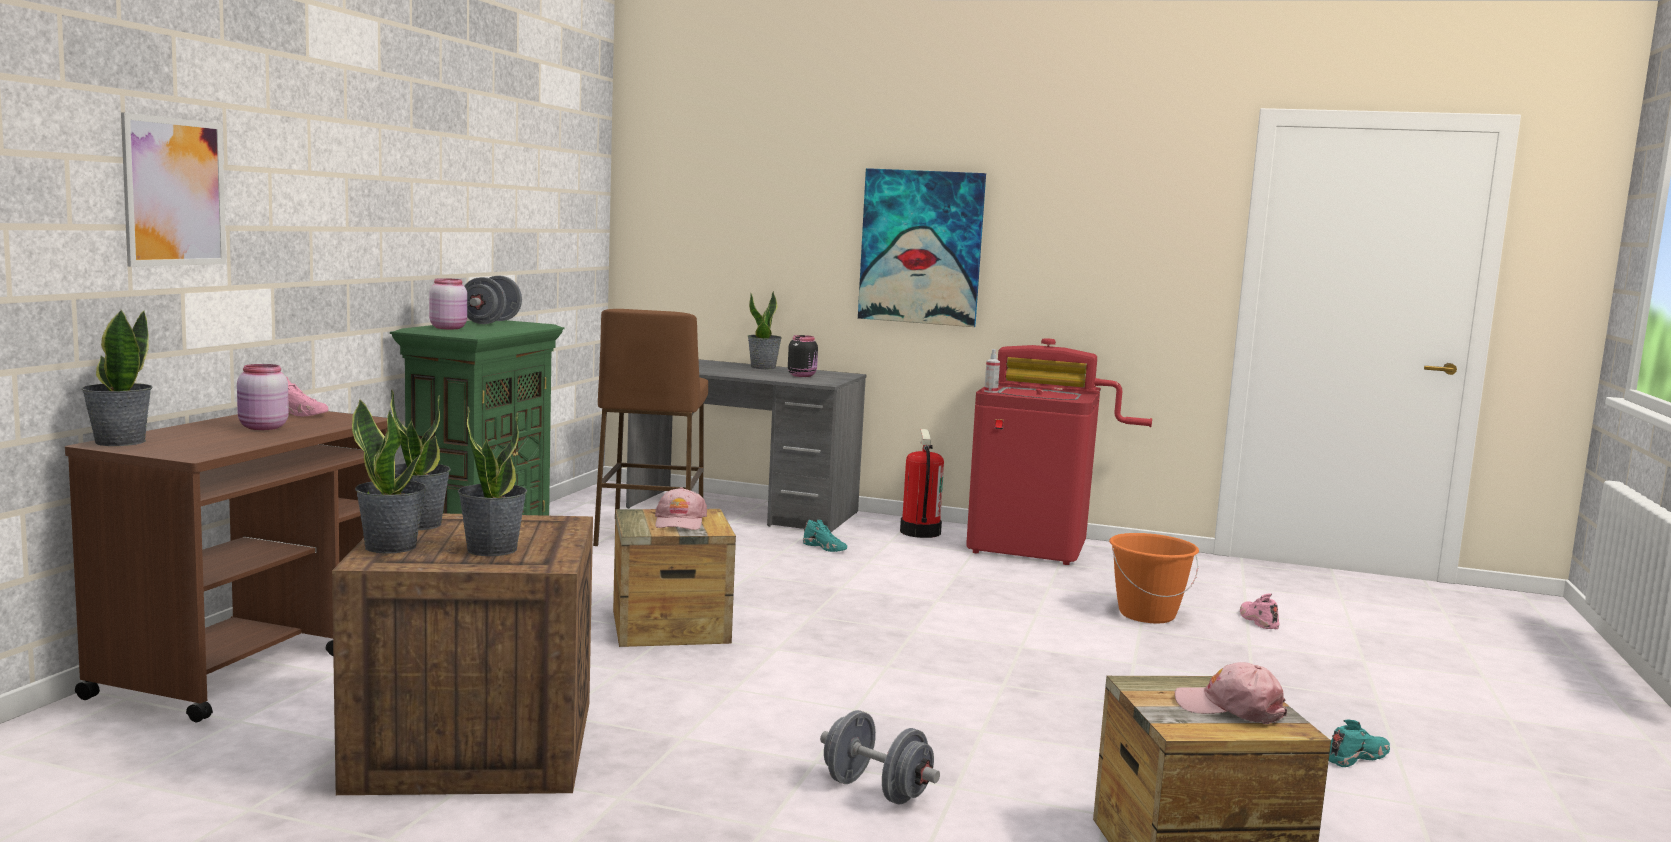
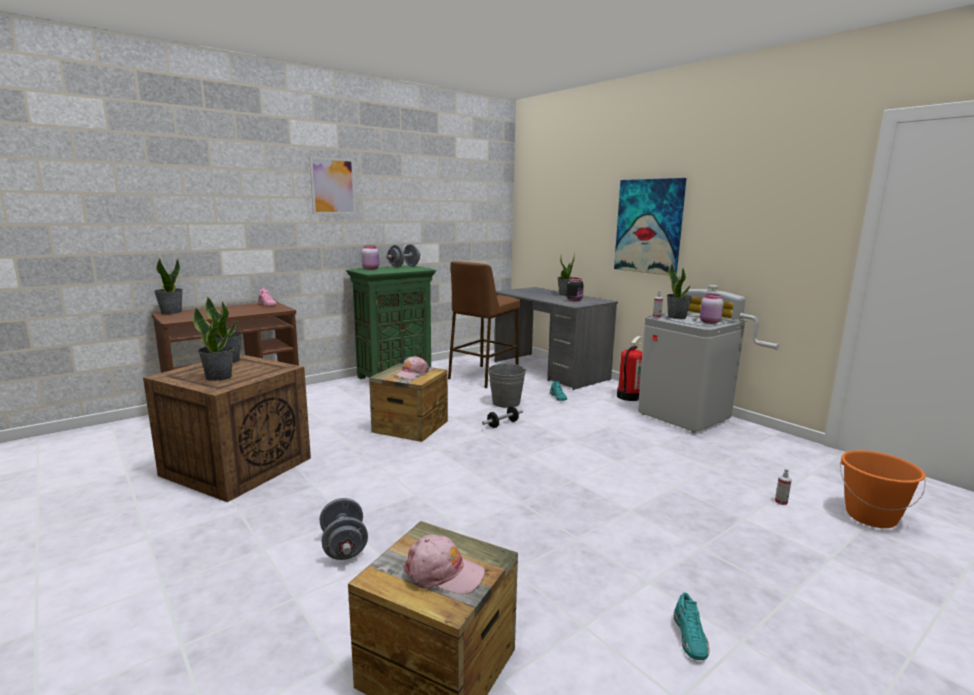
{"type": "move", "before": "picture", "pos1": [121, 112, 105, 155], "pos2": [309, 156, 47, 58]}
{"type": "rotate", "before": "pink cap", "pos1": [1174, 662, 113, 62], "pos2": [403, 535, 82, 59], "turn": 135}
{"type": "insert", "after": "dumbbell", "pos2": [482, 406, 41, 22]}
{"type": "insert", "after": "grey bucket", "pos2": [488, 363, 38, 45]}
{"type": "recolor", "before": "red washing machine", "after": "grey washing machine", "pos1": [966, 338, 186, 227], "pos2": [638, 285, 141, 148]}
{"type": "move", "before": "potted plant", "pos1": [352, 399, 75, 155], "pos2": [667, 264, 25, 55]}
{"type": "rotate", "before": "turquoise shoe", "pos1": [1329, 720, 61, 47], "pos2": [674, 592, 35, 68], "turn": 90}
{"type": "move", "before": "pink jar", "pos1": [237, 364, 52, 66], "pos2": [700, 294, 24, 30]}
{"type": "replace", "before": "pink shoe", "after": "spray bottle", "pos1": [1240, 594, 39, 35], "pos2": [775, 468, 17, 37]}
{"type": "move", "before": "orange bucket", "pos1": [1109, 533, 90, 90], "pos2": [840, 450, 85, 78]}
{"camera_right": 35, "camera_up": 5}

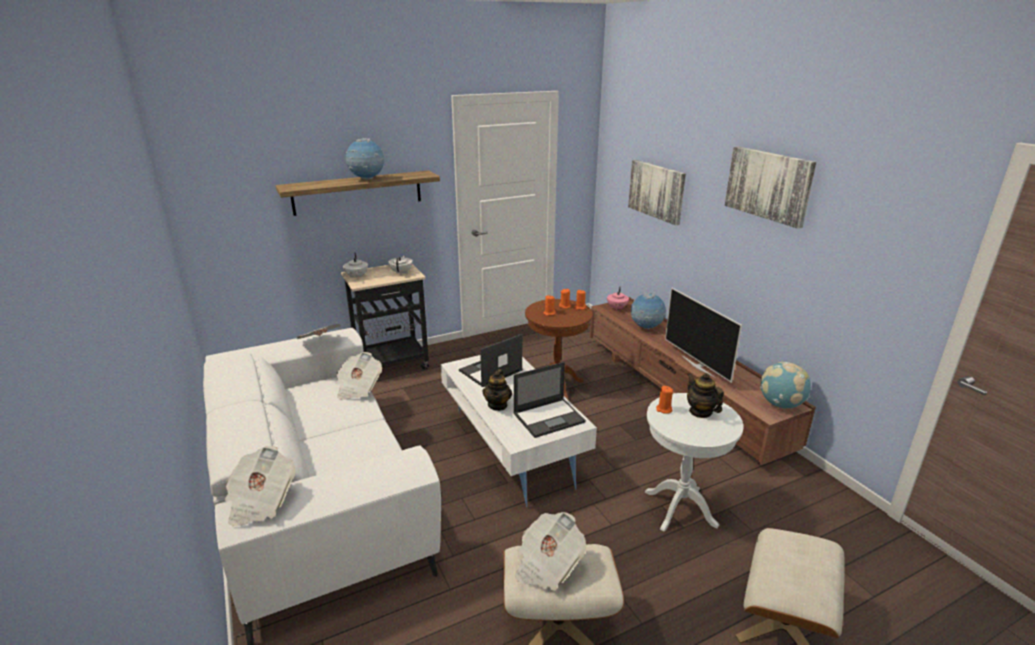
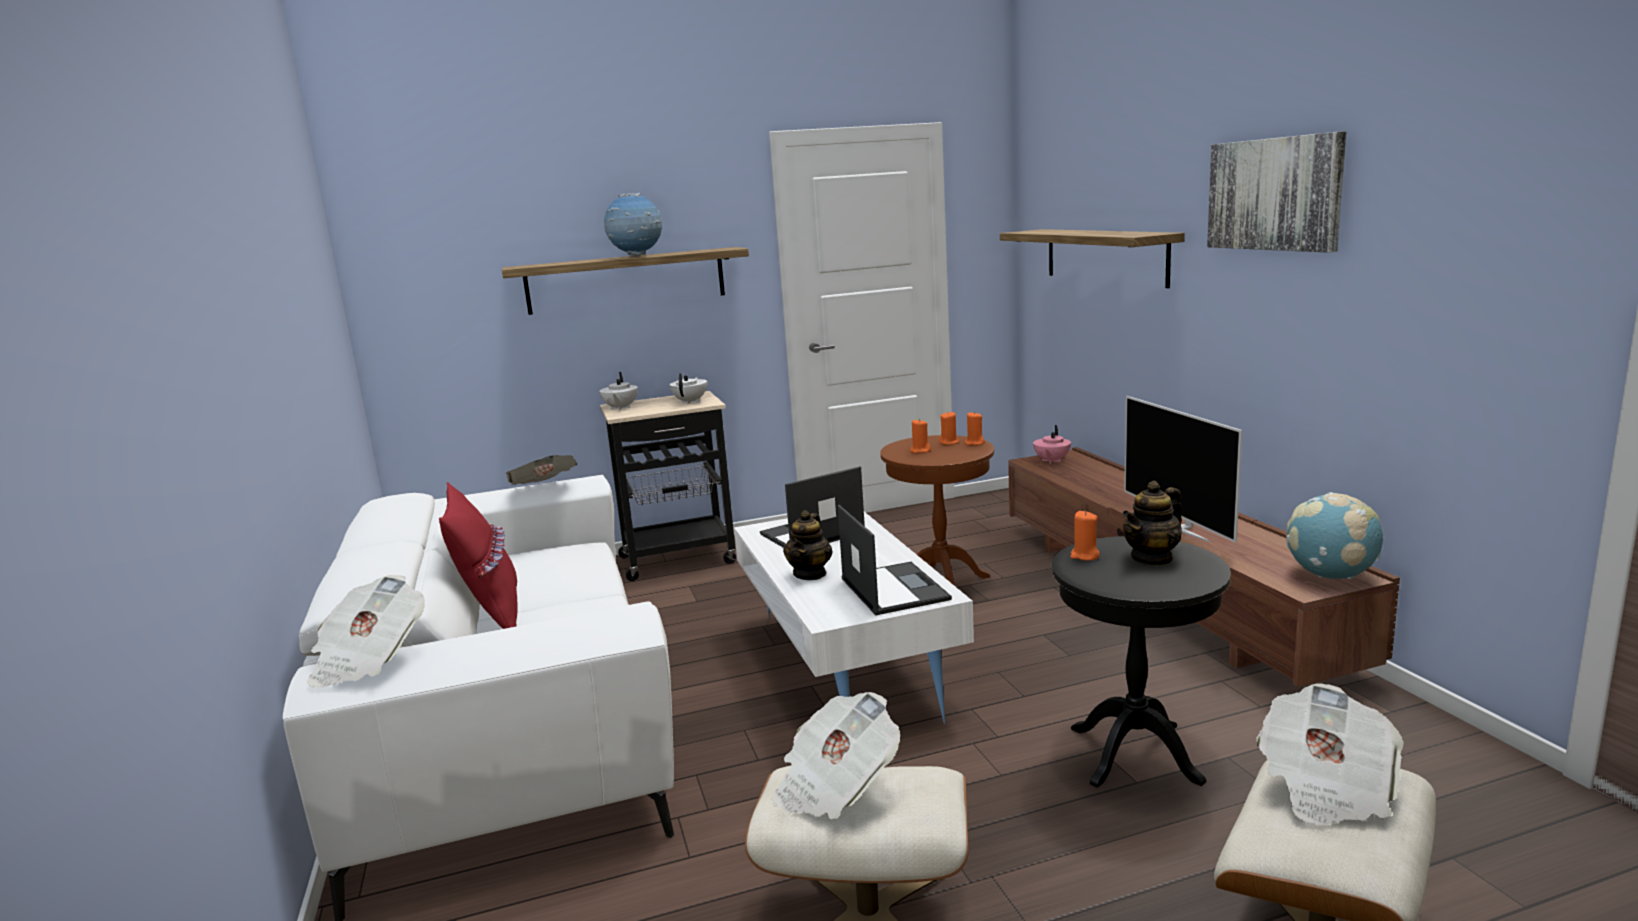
{"type": "insert", "after": "red pillow", "pos2": [439, 482, 79, 147]}
{"type": "rotate", "before": "laptop", "pos1": [513, 362, 73, 76], "pos2": [838, 505, 114, 110], "turn": -90}
{"type": "replace", "before": "picture", "after": "shelf", "pos1": [628, 160, 58, 65], "pos2": [1000, 229, 185, 59]}
{"type": "recolor", "before": "white side table", "after": "black side table", "pos1": [645, 393, 98, 139], "pos2": [1052, 536, 179, 252]}
{"type": "rotate", "before": "teapot", "pos1": [687, 373, 37, 45], "pos2": [1122, 481, 60, 85], "turn": -105}
{"type": "move", "before": "newspaper", "pos1": [336, 352, 46, 48], "pos2": [1257, 684, 147, 141]}
{"type": "delete", "before": "globe", "pos1": [631, 292, 35, 38]}
{"camera_right": 10, "camera_up": -10}

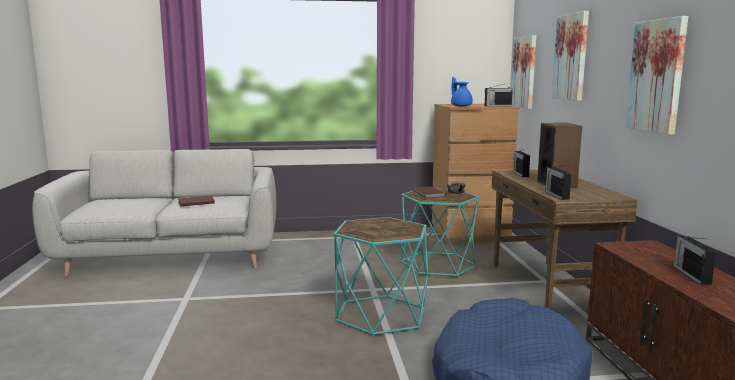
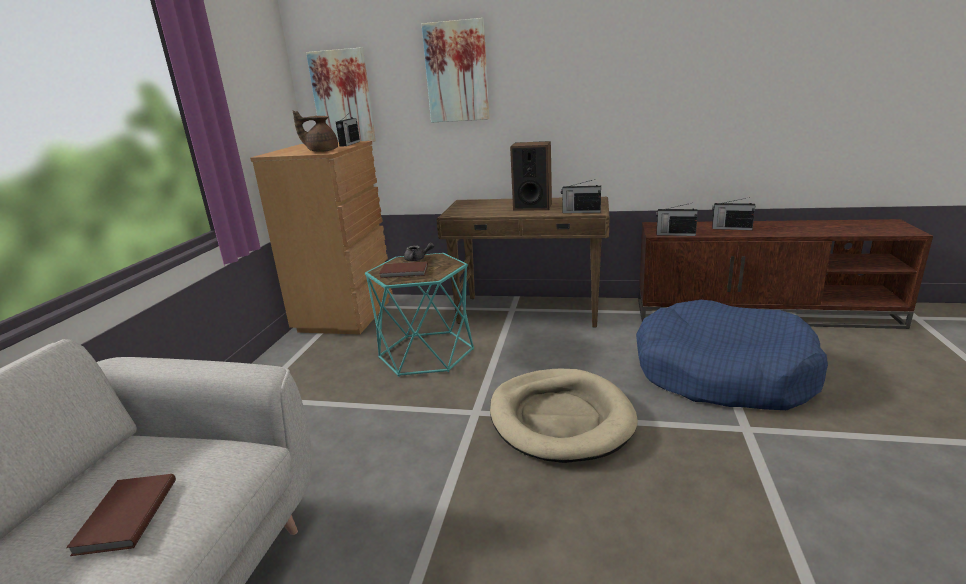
{"type": "recolor", "before": "blue teapot", "after": "brown teapot", "pos1": [451, 77, 22, 29], "pos2": [293, 110, 45, 42]}
{"type": "replace", "before": "turquoise side table", "after": "beige dog bed", "pos1": [334, 217, 94, 119], "pos2": [490, 369, 148, 94]}
{"type": "move", "before": "radio", "pos1": [513, 149, 17, 28], "pos2": [656, 203, 42, 33]}
{"type": "delete", "before": "picture", "pos1": [625, 16, 63, 119]}
{"camera_right": -70, "camera_up": 10}

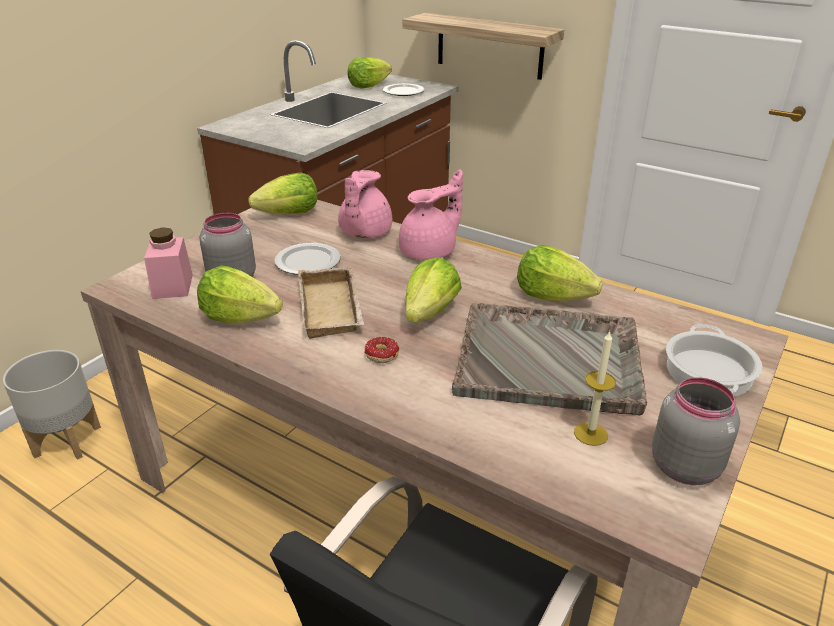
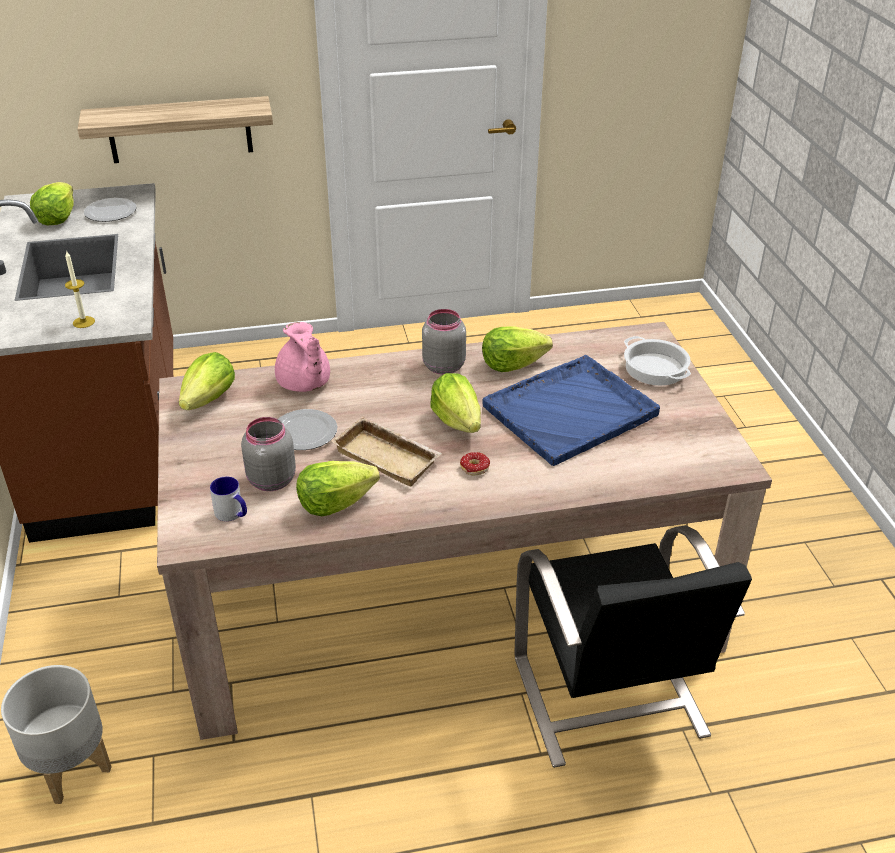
{"type": "move", "before": "candle", "pos1": [574, 331, 42, 115], "pos2": [65, 250, 30, 78]}
{"type": "replace", "before": "pink jar", "after": "mug", "pos1": [144, 227, 49, 72], "pos2": [210, 476, 37, 45]}
{"type": "move", "before": "grey jar", "pos1": [652, 377, 88, 108], "pos2": [422, 309, 44, 65]}
{"type": "recolor", "before": "grey tray", "after": "blue tray", "pos1": [452, 303, 195, 112], "pos2": [483, 355, 177, 111]}
{"type": "delete", "before": "pink teapot", "pos1": [399, 169, 64, 91]}
{"camera_right": -45, "camera_up": 5}

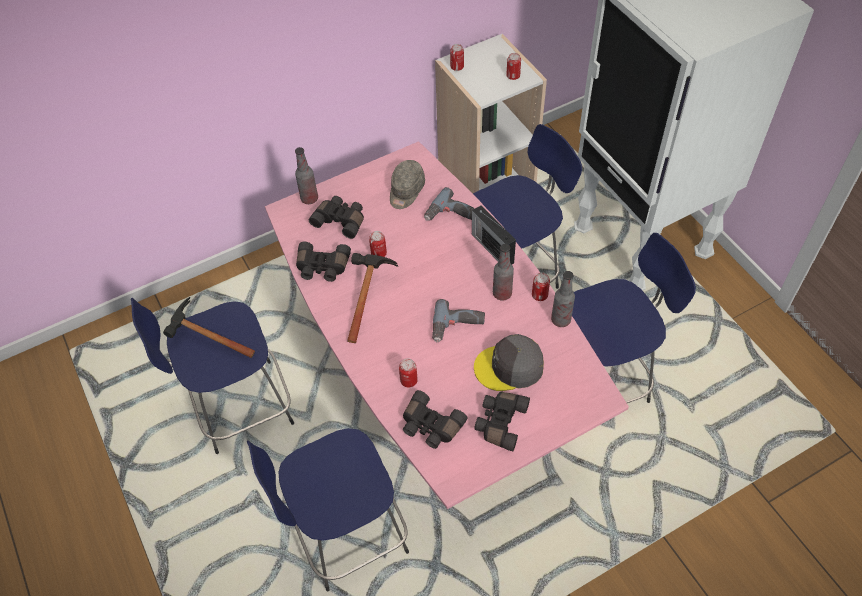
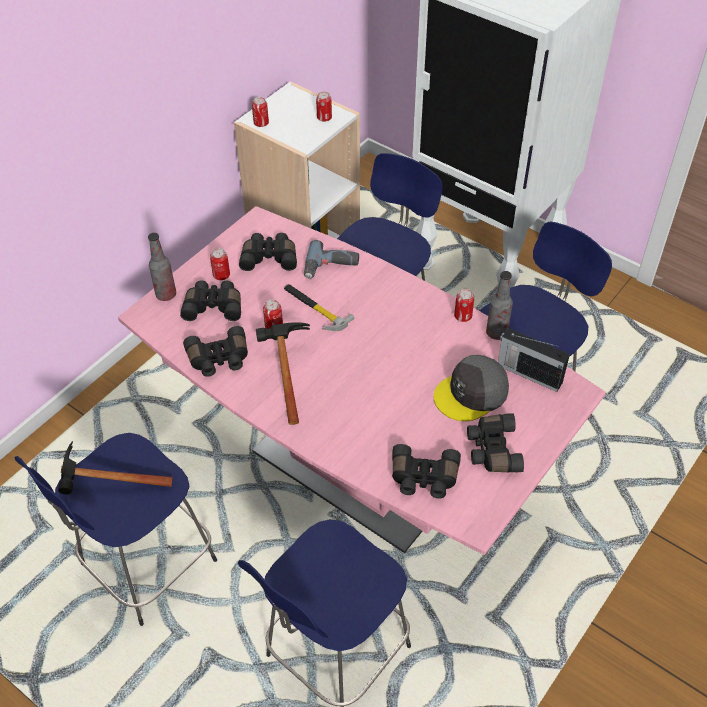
{"type": "move", "before": "can", "pos1": [399, 358, 19, 29], "pos2": [210, 248, 20, 32]}
{"type": "replace", "before": "grey cap", "after": "black binoculars", "pos1": [390, 160, 35, 49], "pos2": [239, 233, 58, 38]}
{"type": "insert", "after": "hammer", "pos2": [284, 284, 70, 47]}
{"type": "move", "before": "radio", "pos1": [472, 205, 44, 59], "pos2": [498, 328, 72, 64]}
{"type": "delete", "before": "power drill", "pos1": [432, 299, 53, 44]}
{"type": "delete", "before": "bottle", "pos1": [493, 244, 21, 57]}
{"camera_right": -25, "camera_up": -5}

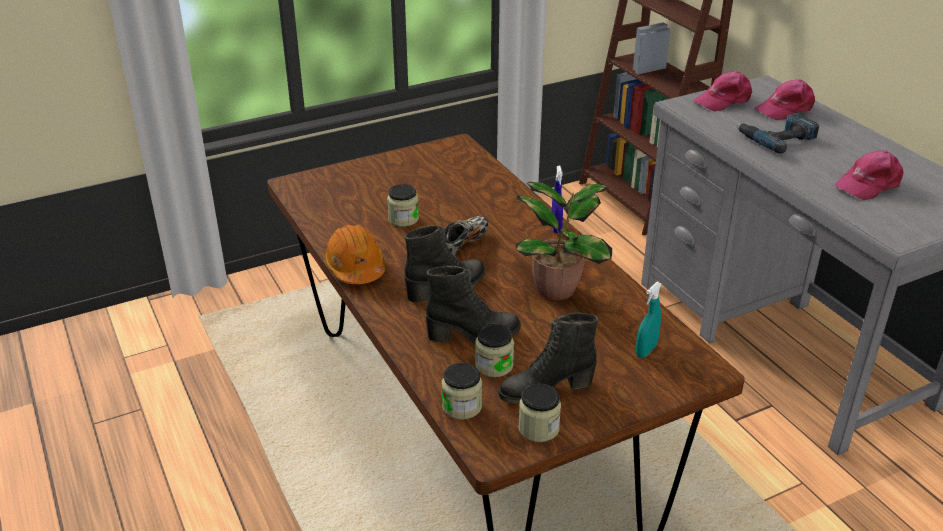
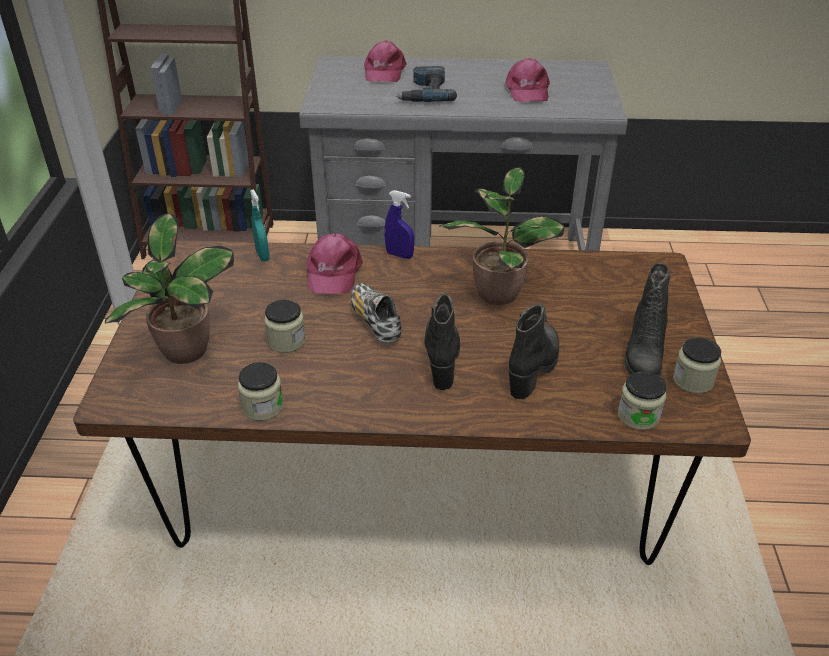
{"type": "insert", "after": "potted plant", "pos2": [105, 213, 129, 151]}
{"type": "move", "before": "jar", "pos1": [475, 324, 39, 53], "pos2": [238, 362, 46, 59]}
{"type": "move", "before": "turquoise spray bottle", "pos1": [636, 282, 26, 76], "pos2": [250, 189, 20, 73]}
{"type": "move", "before": "pink cap", "pos1": [693, 71, 59, 40], "pos2": [306, 233, 57, 61]}
{"type": "delete", "before": "orange hard hat", "pos1": [324, 224, 61, 60]}
{"camera_right": -60, "camera_up": 5}

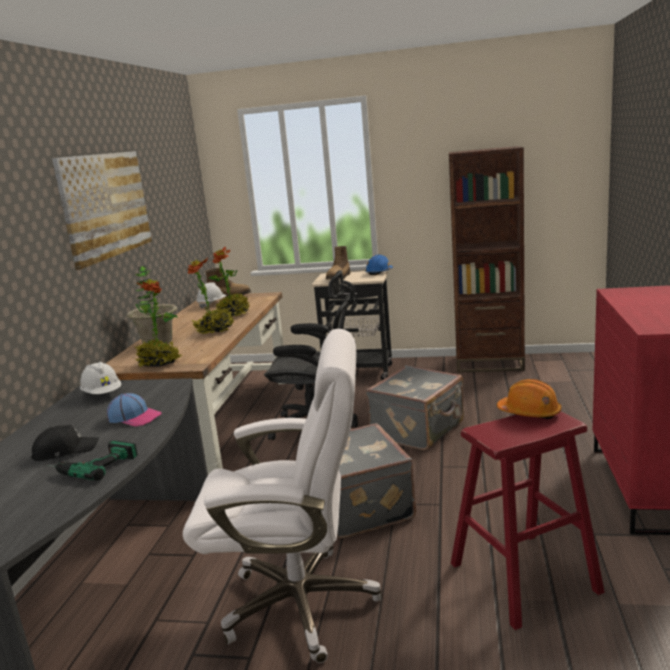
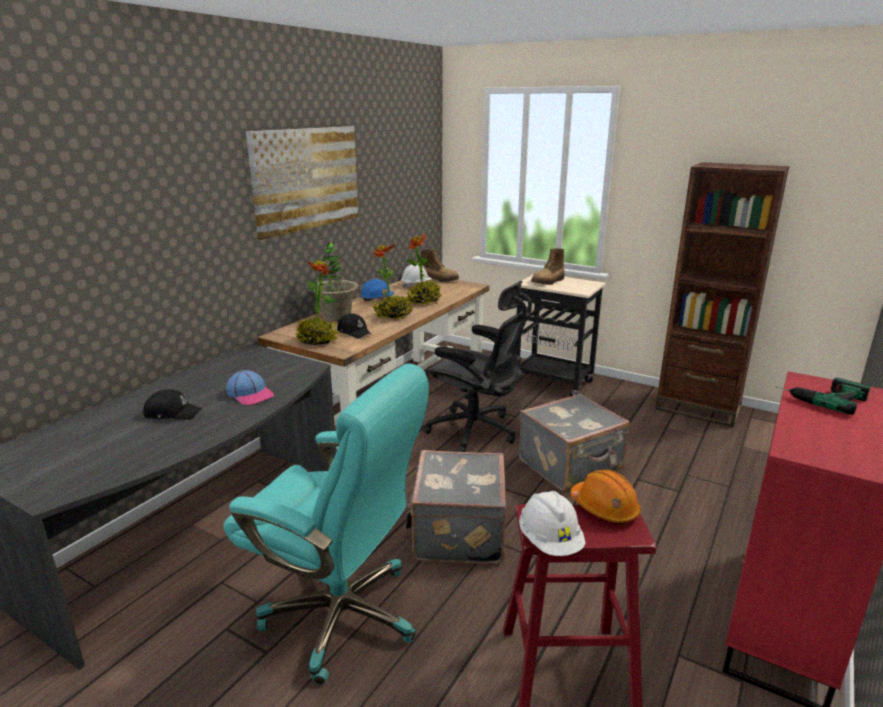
{"type": "recolor", "before": "white office chair", "after": "turquoise office chair", "pos1": [183, 329, 199, 334], "pos2": [223, 363, 206, 322]}
{"type": "insert", "after": "black cap", "pos2": [337, 313, 35, 26]}
{"type": "move", "before": "blue hard hat", "pos1": [365, 254, 28, 21], "pos2": [359, 279, 35, 22]}
{"type": "move", "before": "white hard hat", "pos1": [80, 362, 41, 32], "pos2": [519, 491, 67, 65]}
{"type": "move", "before": "power drill", "pos1": [47, 440, 91, 40], "pos2": [776, 378, 94, 37]}
{"camera_right": 20, "camera_up": 5}

